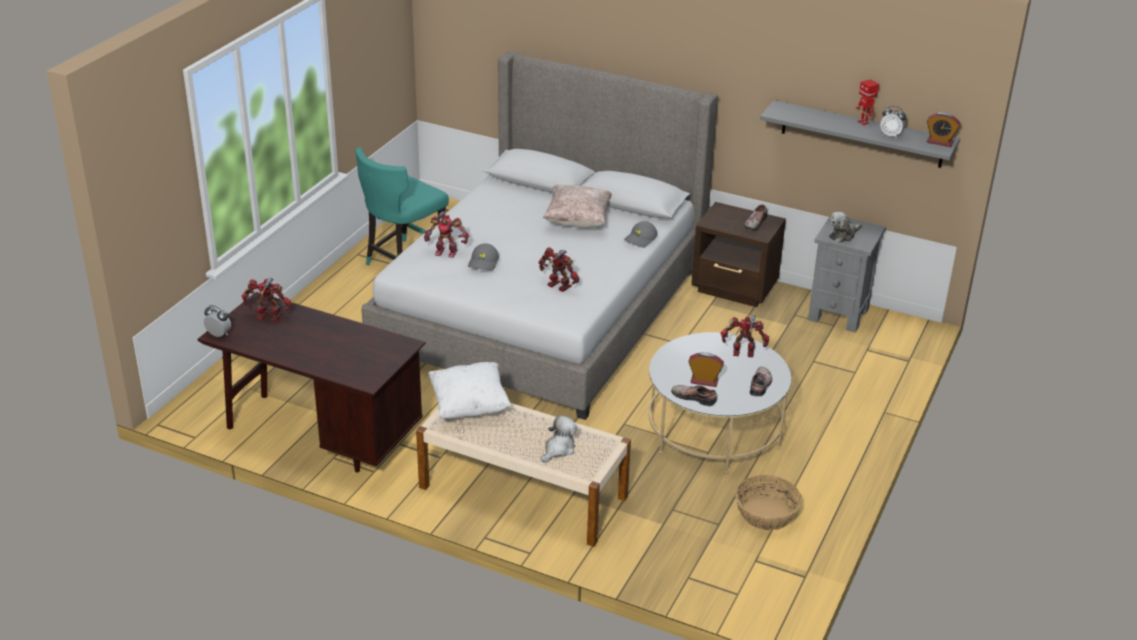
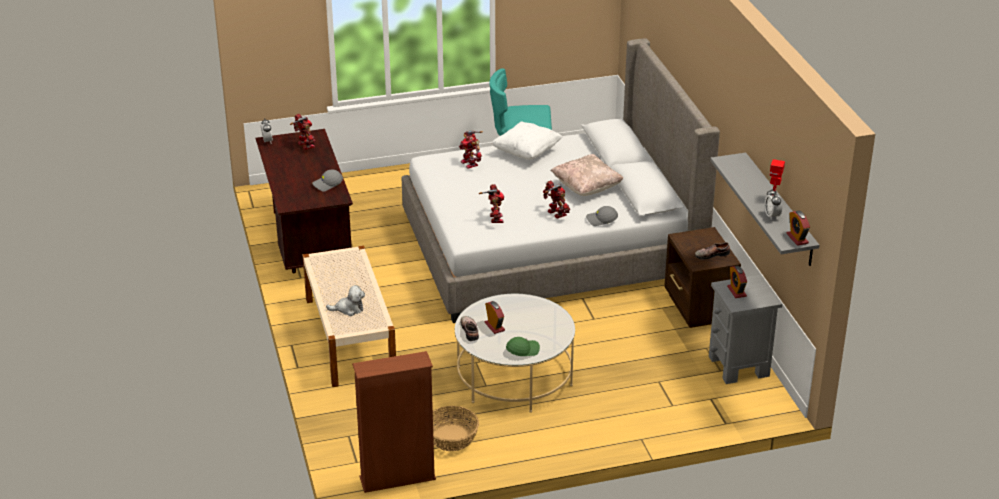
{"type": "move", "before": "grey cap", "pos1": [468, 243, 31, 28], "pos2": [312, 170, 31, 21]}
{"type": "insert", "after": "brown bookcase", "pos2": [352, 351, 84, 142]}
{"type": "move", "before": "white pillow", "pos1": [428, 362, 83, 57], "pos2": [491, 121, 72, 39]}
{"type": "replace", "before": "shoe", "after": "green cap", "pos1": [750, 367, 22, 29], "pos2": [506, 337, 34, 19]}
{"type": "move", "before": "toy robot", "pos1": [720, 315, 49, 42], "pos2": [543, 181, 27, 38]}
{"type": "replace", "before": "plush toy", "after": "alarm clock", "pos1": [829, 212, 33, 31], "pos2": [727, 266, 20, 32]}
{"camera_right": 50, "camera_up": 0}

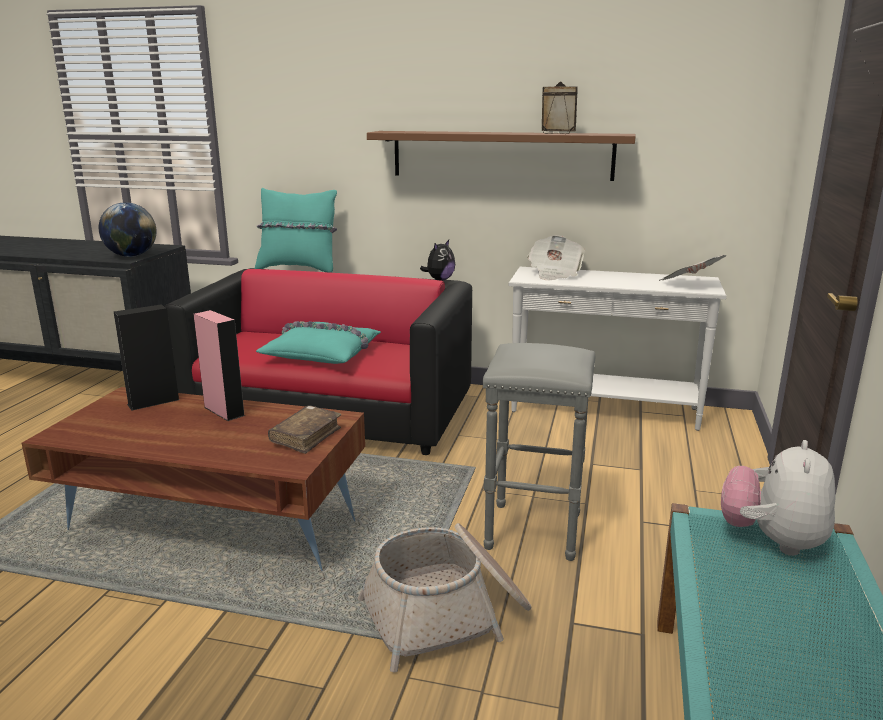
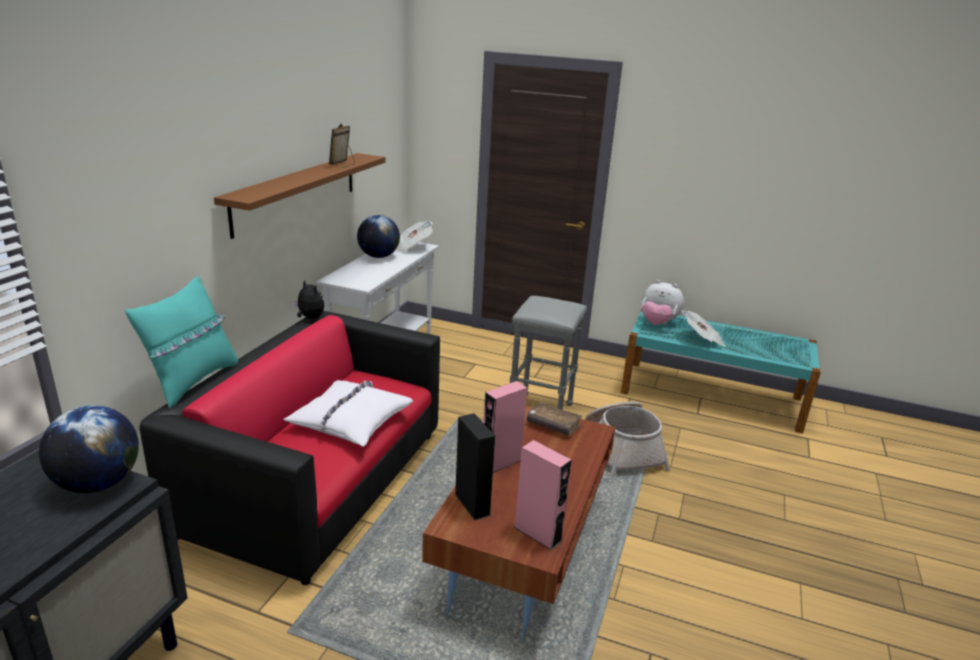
{"type": "recolor", "before": "turquoise pillow", "after": "white pillow", "pos1": [256, 321, 125, 43], "pos2": [283, 380, 130, 67]}
{"type": "insert", "after": "globe", "pos2": [357, 215, 43, 43]}
{"type": "insert", "after": "pink speaker", "pos2": [514, 440, 58, 111]}
{"type": "move", "before": "newspaper", "pos1": [527, 235, 58, 45], "pos2": [681, 310, 45, 37]}
{"camera_right": -85, "camera_up": 5}

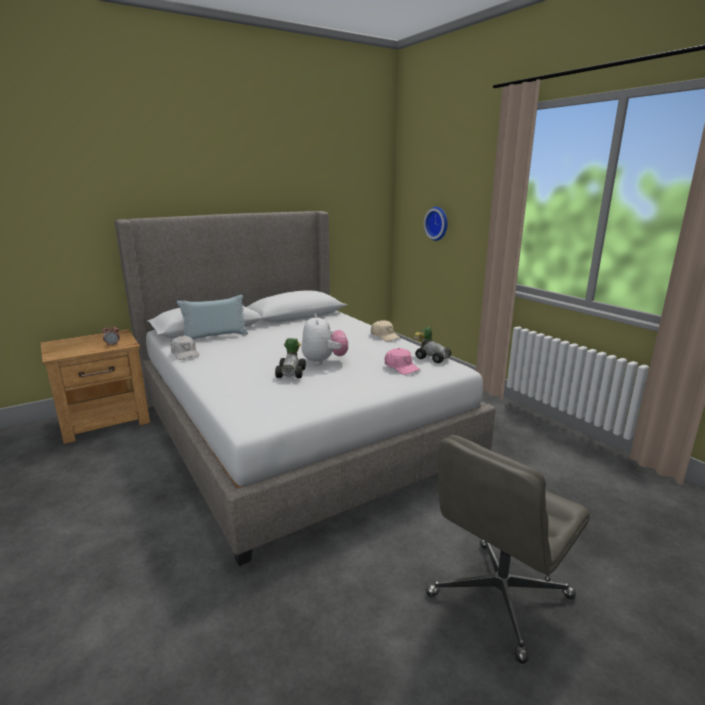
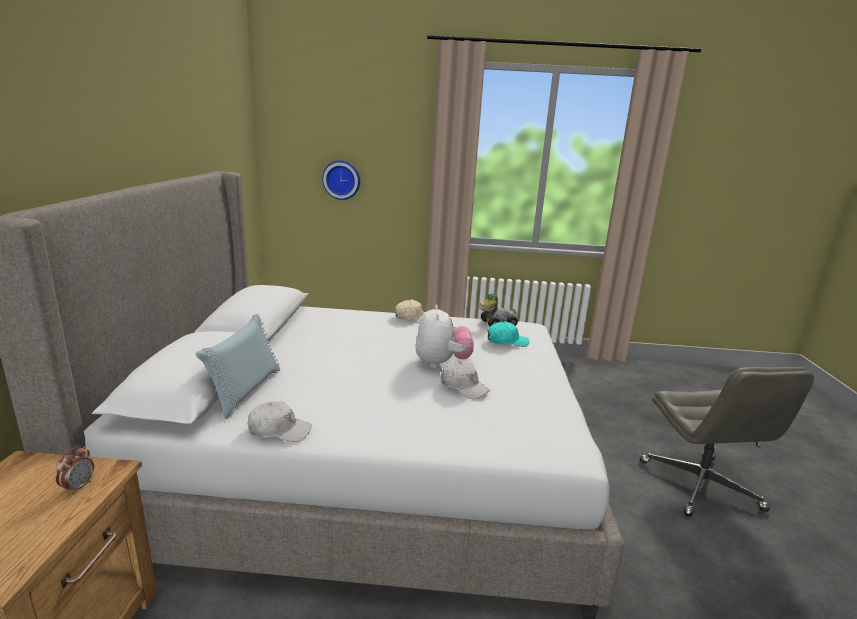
{"type": "rotate", "before": "plush toy", "pos1": [301, 314, 47, 51], "pos2": [415, 305, 59, 64], "turn": 60}
{"type": "replace", "before": "toy car", "after": "white cap", "pos1": [275, 338, 31, 40], "pos2": [441, 361, 49, 38]}
{"type": "recolor", "before": "pink cap", "after": "turquoise cap", "pos1": [385, 348, 35, 27], "pos2": [488, 321, 41, 26]}
{"camera_right": -55, "camera_up": 0}

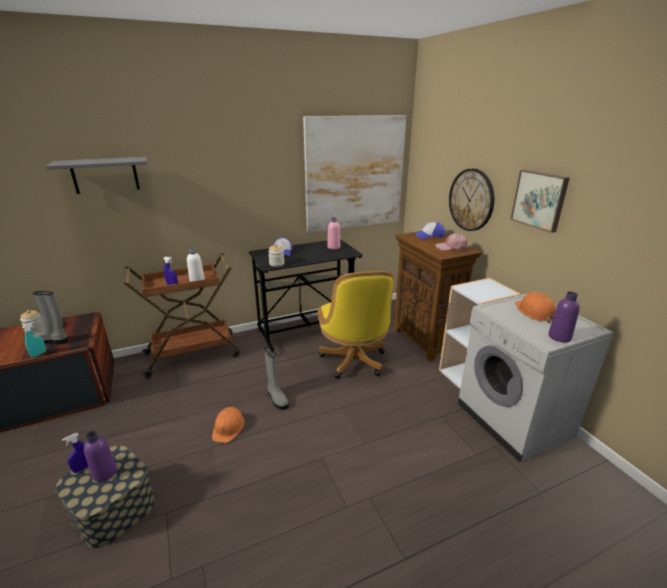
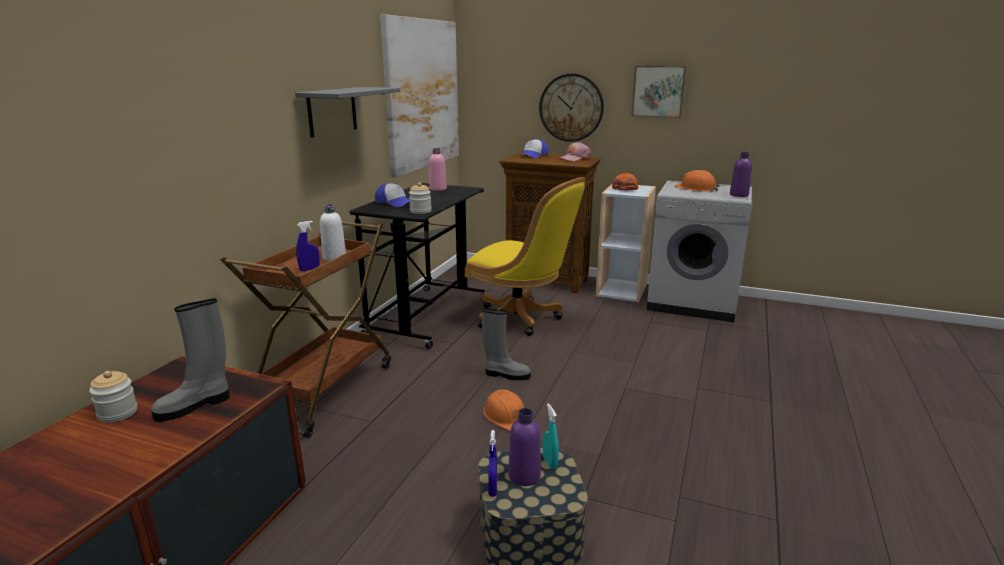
{"type": "move", "before": "grey shelf", "pos1": [46, 157, 101, 37], "pos2": [295, 87, 106, 50]}
{"type": "move", "before": "turquoise spray bottle", "pos1": [22, 321, 24, 36], "pos2": [543, 403, 16, 66]}
{"type": "insert", "after": "orange cap", "pos2": [612, 173, 26, 18]}
{"camera_right": -45, "camera_up": -5}

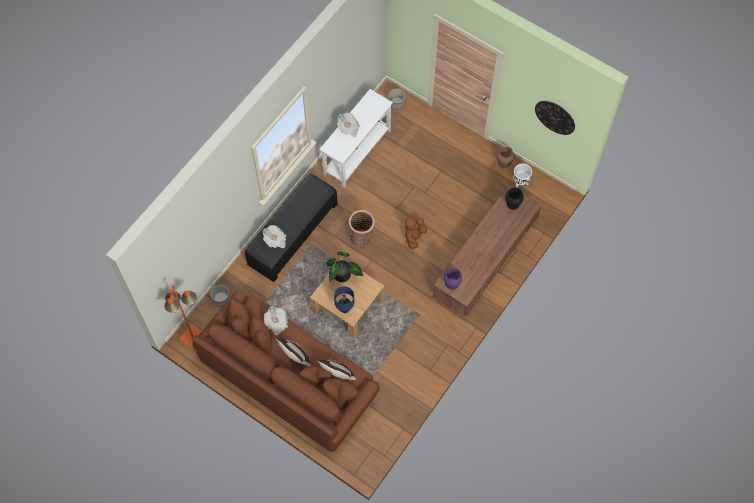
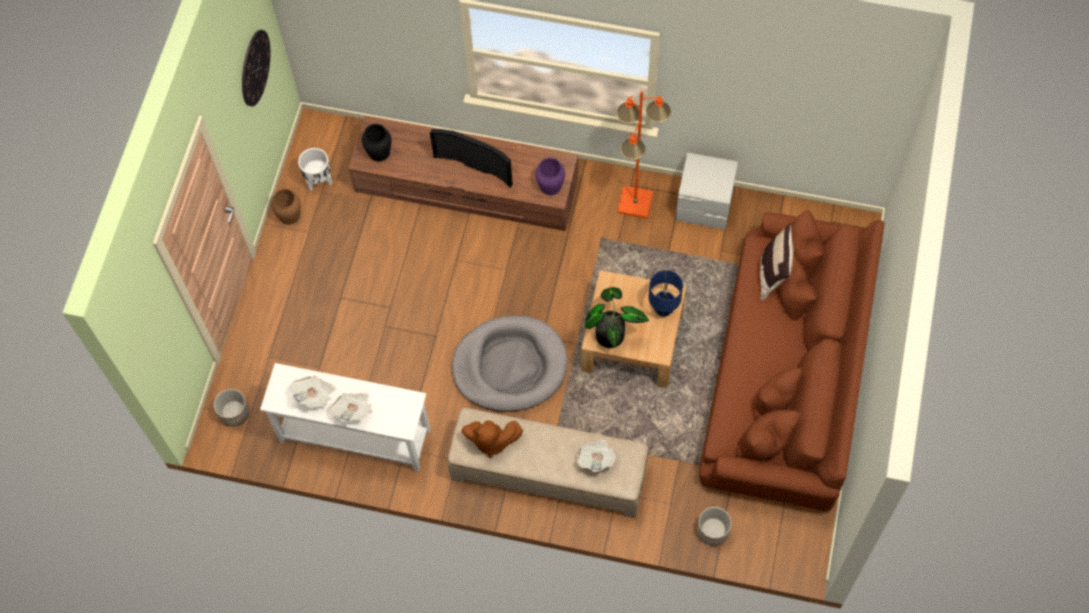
{"type": "move", "before": "newspaper", "pos1": [264, 307, 24, 28], "pos2": [290, 375, 46, 33]}
{"type": "insert", "after": "television", "pos2": [430, 129, 83, 59]}
{"type": "recolor", "before": "black bench", "after": "beige bench", "pos1": [245, 174, 93, 108], "pos2": [448, 408, 201, 110]}
{"type": "replace", "before": "basket", "after": "grey dog bed", "pos1": [348, 210, 27, 37], "pos2": [452, 316, 116, 96]}
{"type": "move", "before": "brown plush toy", "pos1": [405, 215, 22, 34], "pos2": [462, 420, 61, 38]}
{"type": "move", "before": "orange floor lamp", "pos1": [164, 285, 38, 65], "pos2": [616, 91, 55, 128]}
{"type": "insert", "after": "white nightstand", "pos2": [676, 153, 62, 77]}
{"type": "delete", "before": "pillow", "pos1": [275, 337, 37, 29]}
{"camera_right": -110, "camera_up": 0}

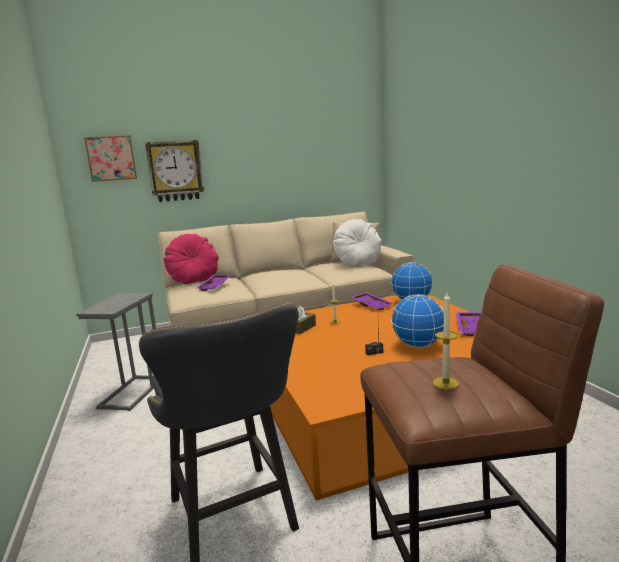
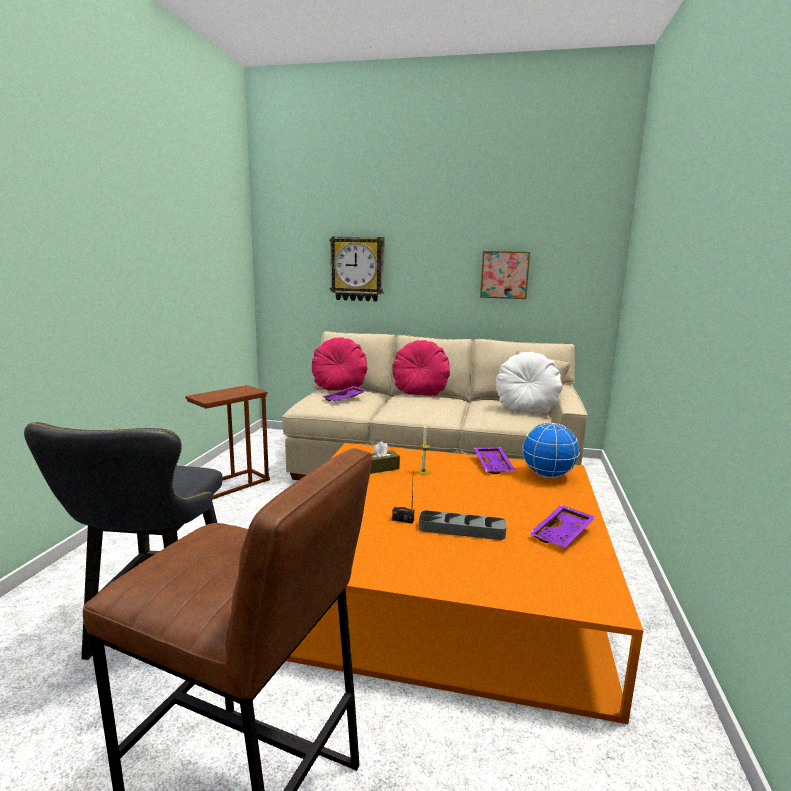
{"type": "recolor", "before": "grey side table", "after": "brown side table", "pos1": [76, 293, 80, 118], "pos2": [185, 385, 85, 115]}
{"type": "insert", "after": "pink pillow", "pos2": [393, 340, 57, 56]}
{"type": "replace", "before": "globe", "after": "grey tray", "pos1": [391, 294, 53, 54], "pos2": [419, 510, 88, 30]}
{"type": "move", "before": "picture", "pos1": [84, 135, 53, 47], "pos2": [480, 251, 50, 48]}
{"type": "delete", "before": "candle", "pos1": [433, 293, 26, 97]}
{"camera_right": 30, "camera_up": 0}

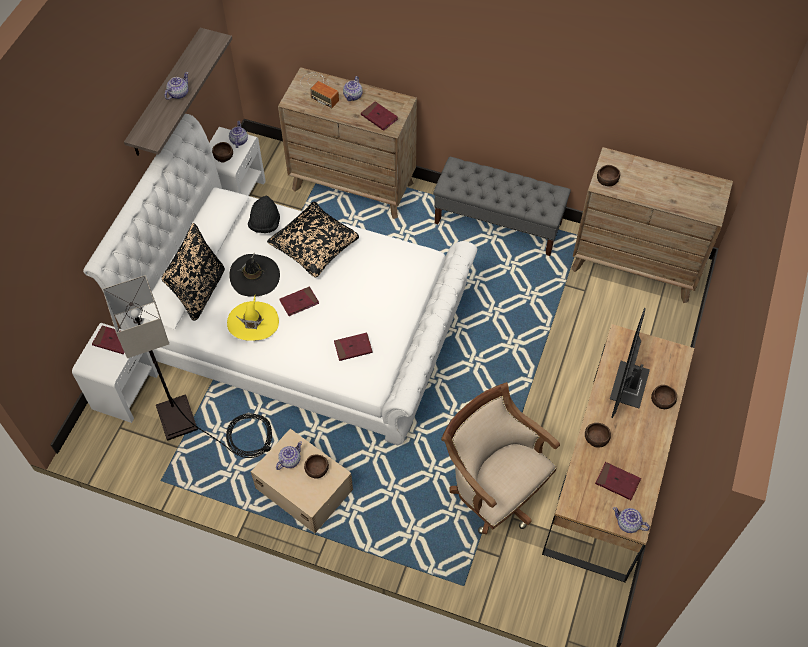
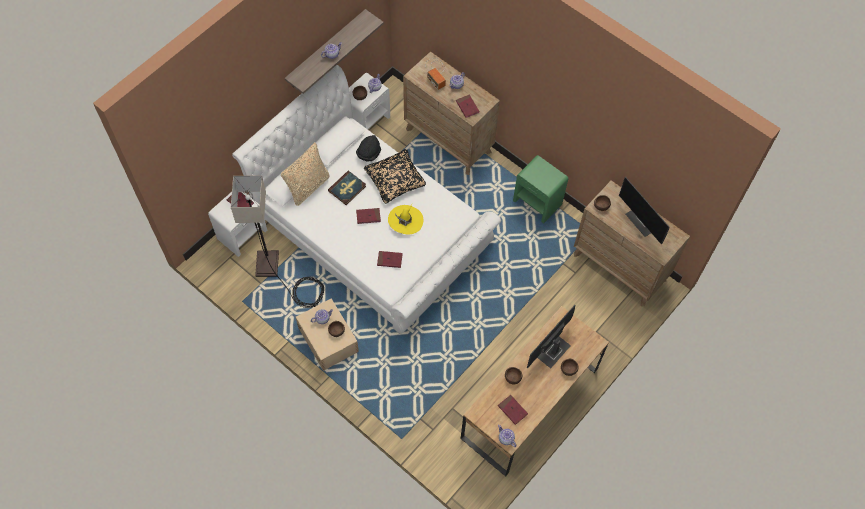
{"type": "recolor", "before": "black pillow", "after": "beige pillow", "pos1": [161, 223, 64, 98], "pos2": [280, 142, 50, 64]}
{"type": "replace", "before": "black hat", "after": "book", "pos1": [229, 253, 51, 44], "pos2": [328, 171, 38, 34]}
{"type": "move", "before": "yellow hat", "pos1": [227, 296, 52, 45], "pos2": [388, 204, 35, 30]}
{"type": "replace", "before": "grey bench", "after": "green nightstand", "pos1": [433, 157, 138, 99], "pos2": [513, 155, 55, 68]}
{"type": "insert", "after": "monitor", "pos2": [619, 177, 51, 68]}
{"type": "delete", "before": "office chair", "pos1": [441, 382, 119, 152]}
{"camera_right": 20, "camera_up": 5}

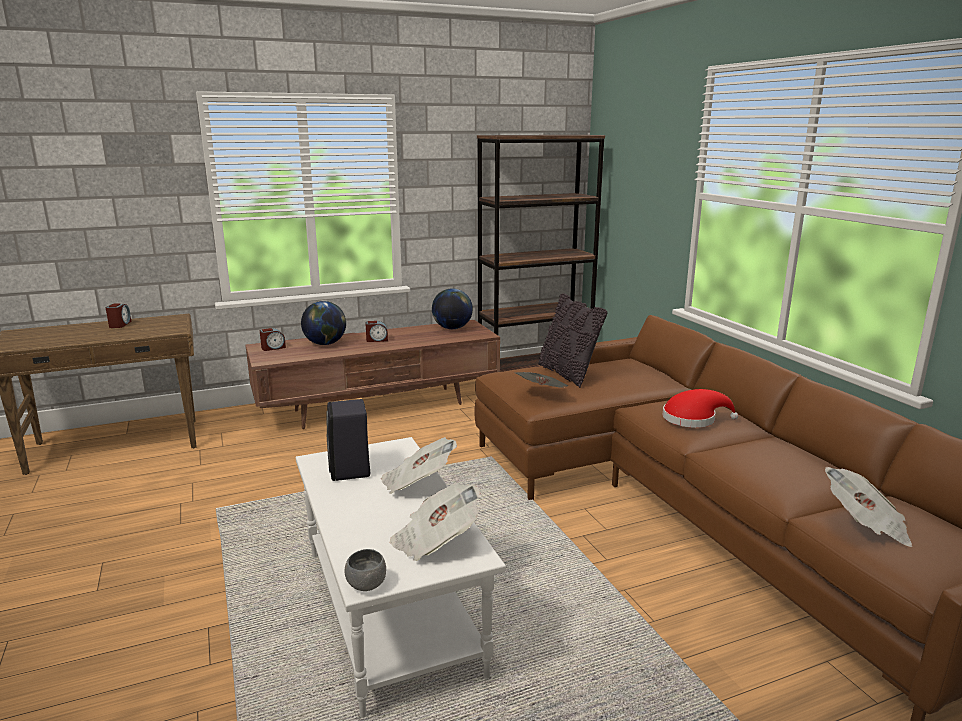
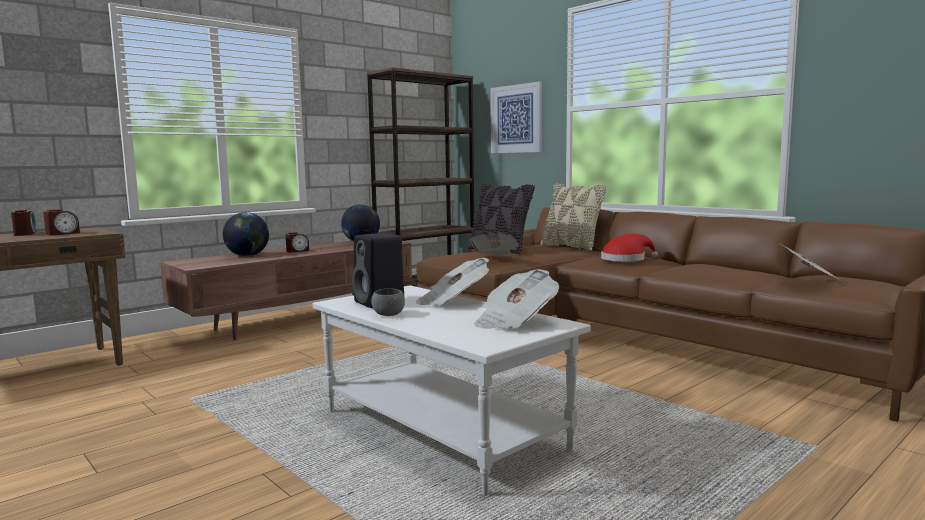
{"type": "move", "before": "alarm clock", "pos1": [260, 328, 26, 23], "pos2": [43, 209, 37, 26]}
{"type": "move", "before": "grey bowl", "pos1": [345, 549, 41, 42], "pos2": [371, 288, 34, 28]}
{"type": "insert", "after": "picture", "pos2": [490, 81, 52, 72]}
{"type": "insert", "after": "beige pillow", "pos2": [540, 183, 67, 68]}
{"camera_right": -20, "camera_up": -10}

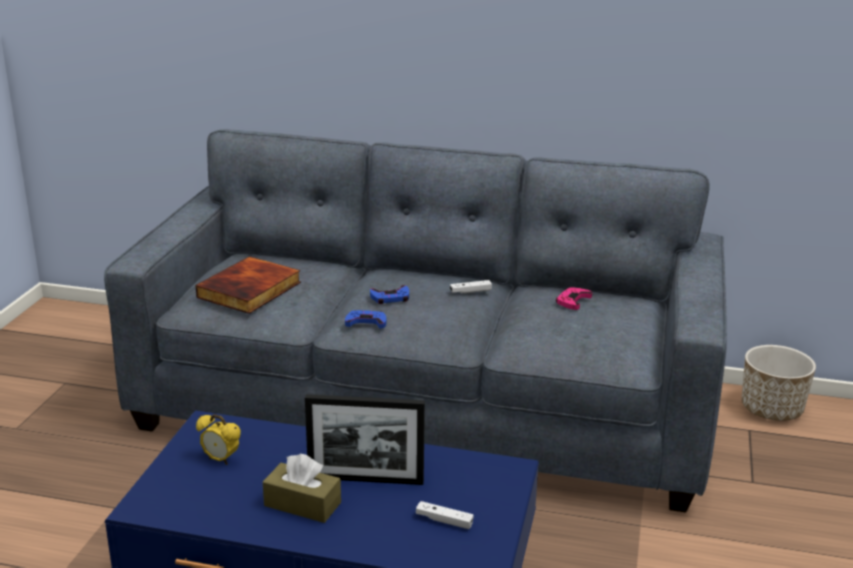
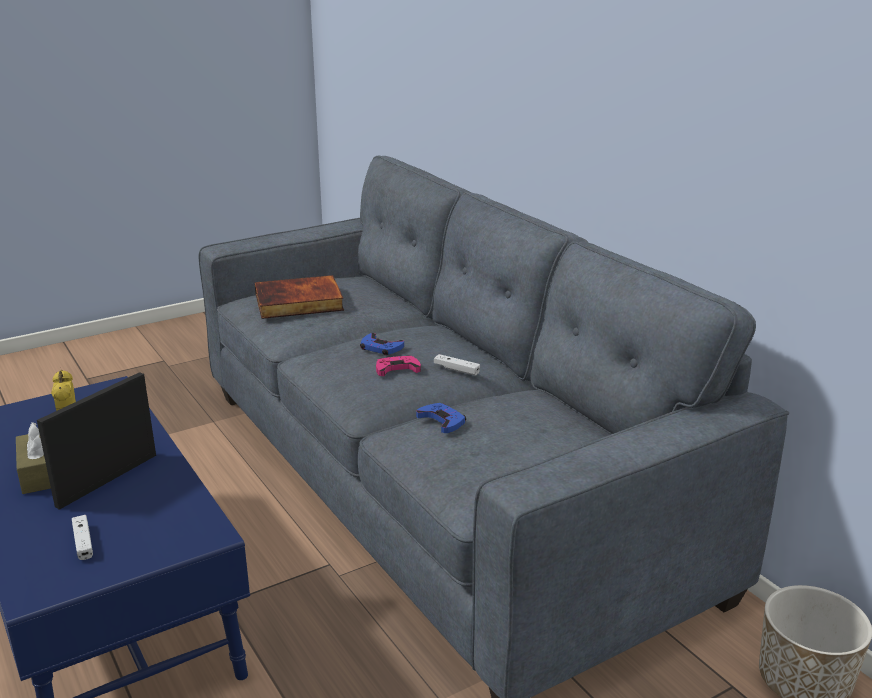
{"type": "rotate", "before": "picture frame", "pos1": [305, 394, 120, 91], "pos2": [37, 372, 119, 138], "turn": 75}
{"type": "move", "before": "pink game controller", "pos1": [556, 287, 36, 23], "pos2": [376, 355, 45, 21]}
{"type": "move", "before": "blue game controller", "pos1": [345, 310, 41, 19], "pos2": [416, 403, 50, 30]}
{"camera_right": 45, "camera_up": 0}

